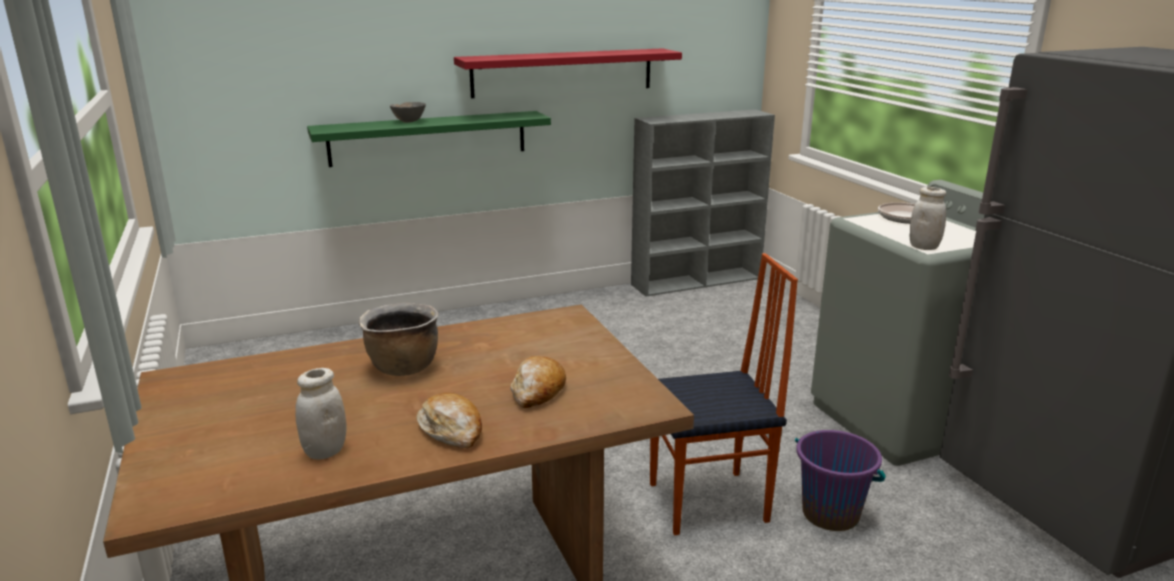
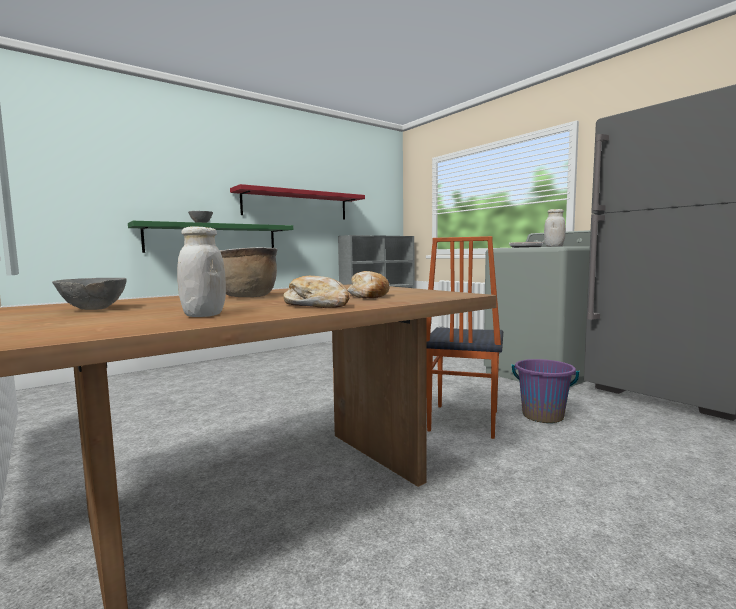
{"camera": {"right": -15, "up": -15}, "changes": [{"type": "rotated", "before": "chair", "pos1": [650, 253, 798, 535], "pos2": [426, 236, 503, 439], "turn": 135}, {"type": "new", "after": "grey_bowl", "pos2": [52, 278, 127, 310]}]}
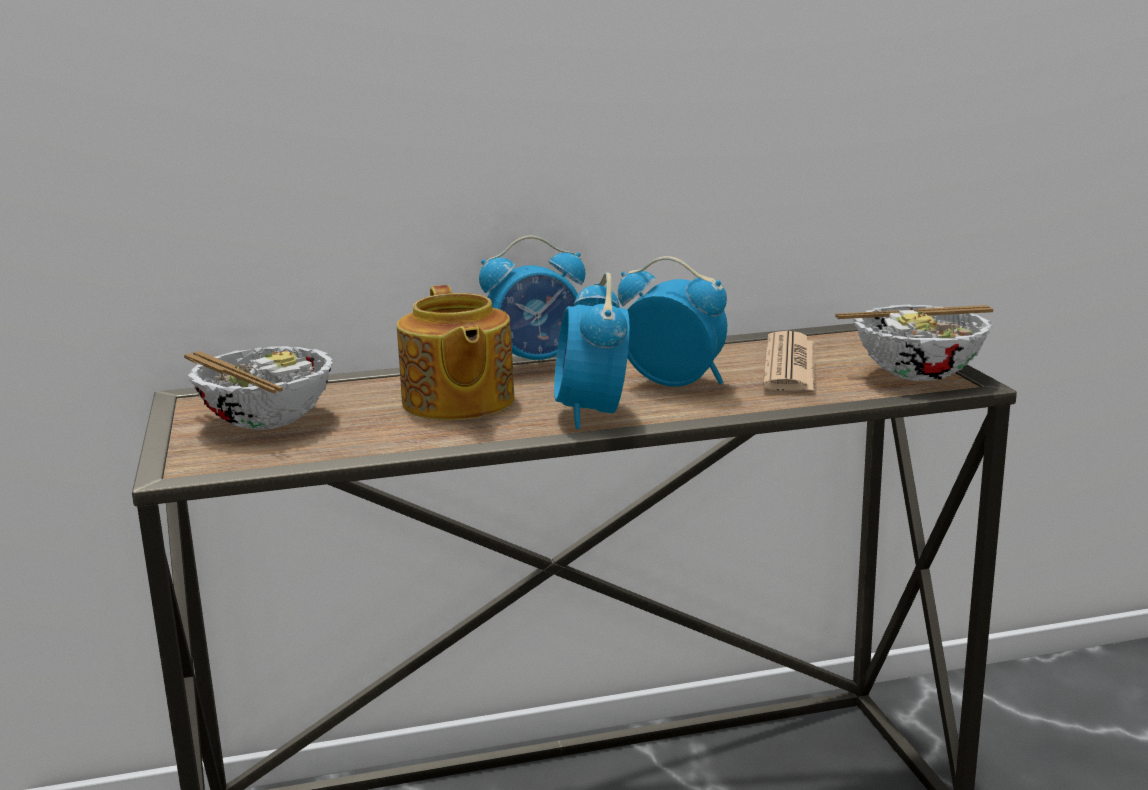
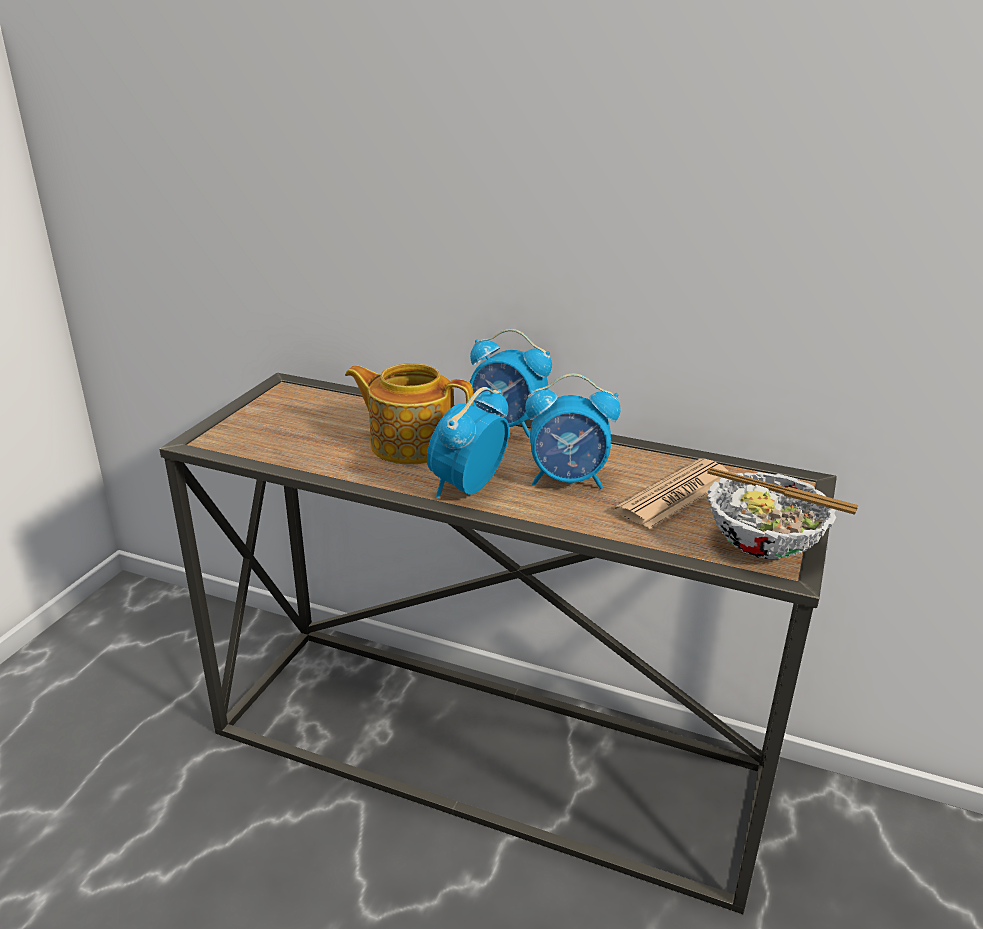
{"camera": {"right": 35, "up": 10}, "changes": [{"type": "gone", "before": "bowl", "pos1": [184, 346, 333, 430]}, {"type": "rotated", "before": "teapot", "pos1": [397, 285, 515, 420], "pos2": [345, 363, 474, 465], "turn": 90}, {"type": "rotated", "before": "alarm_clock", "pos1": [618, 256, 727, 387], "pos2": [525, 373, 621, 489], "turn": 120}]}
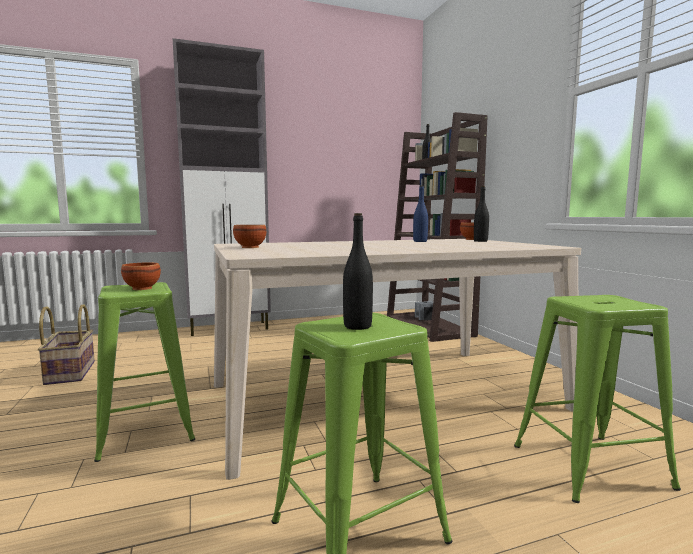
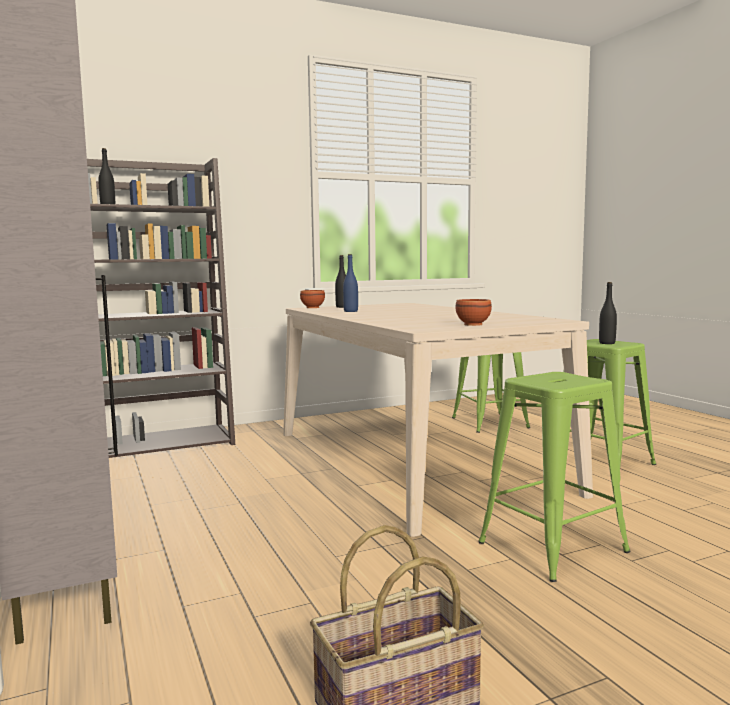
{"camera": {"right": -95, "up": 0}, "changes": [{"type": "gone", "before": "brown_bowl", "pos1": [121, 262, 161, 290]}]}
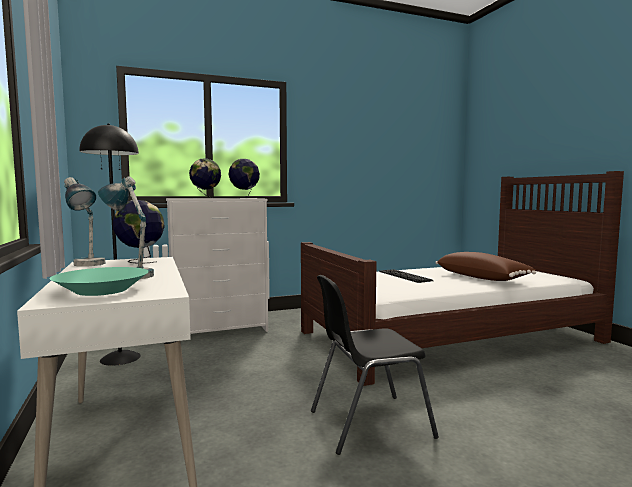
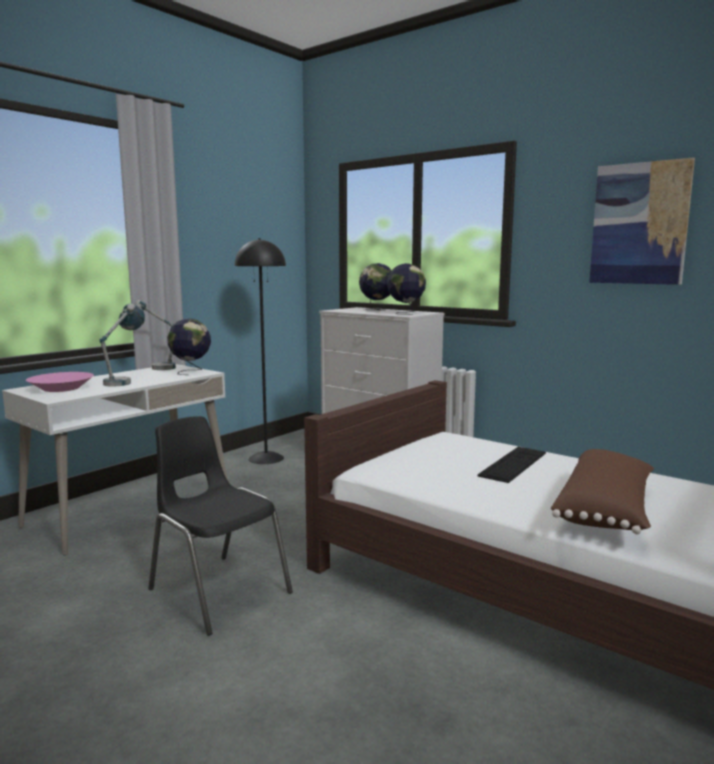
{"camera": {"right": 60, "up": 5}, "changes": [{"type": "repainted", "before": "turquoise_bowl", "after": "pink_bowl", "pos1": [50, 267, 149, 296], "pos2": [26, 372, 94, 392]}, {"type": "new", "after": "picture", "pos2": [589, 157, 695, 285]}]}
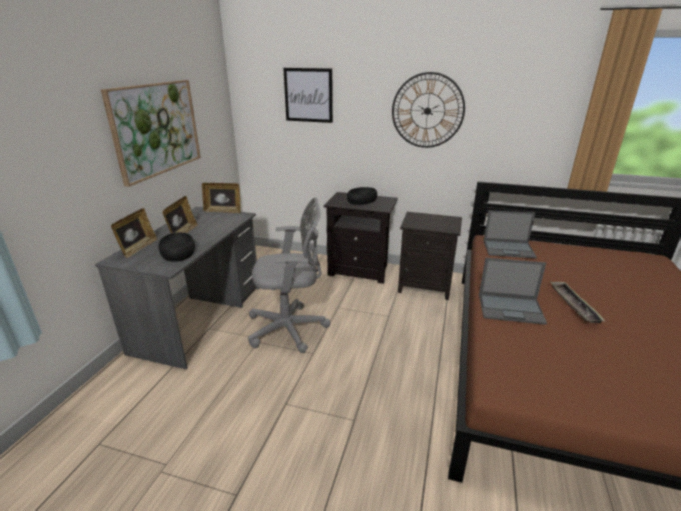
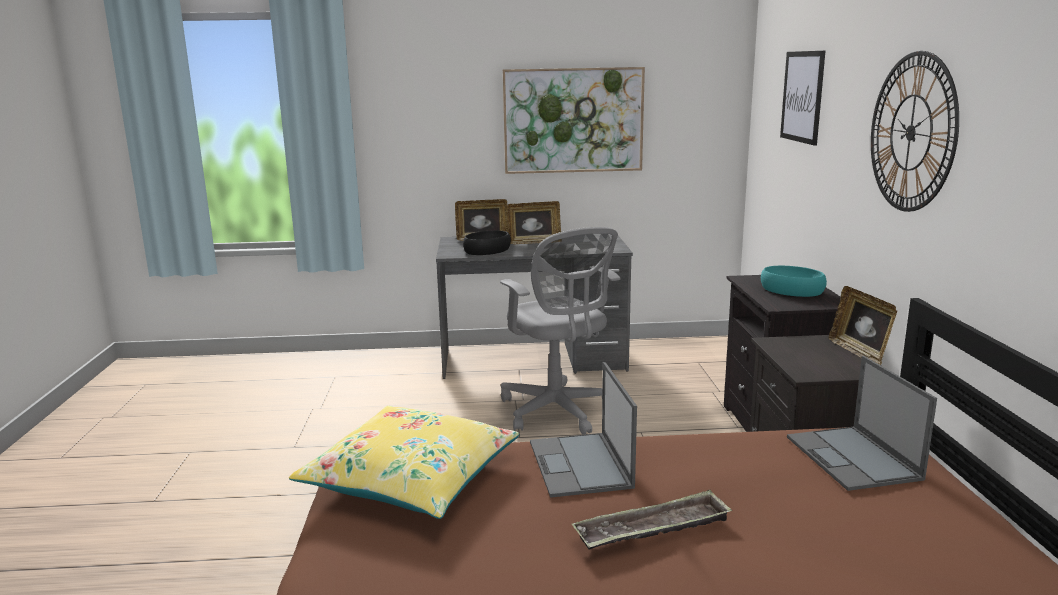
{"camera": {"right": 70, "up": -10}, "changes": [{"type": "shifted", "before": "picture_frame", "pos1": [202, 183, 241, 213], "pos2": [829, 286, 897, 365]}, {"type": "repainted", "before": "black_bowl", "after": "turquoise_bowl", "pos1": [347, 187, 377, 205], "pos2": [761, 266, 827, 297]}, {"type": "new", "after": "yellow_pillow", "pos2": [289, 406, 520, 519]}]}
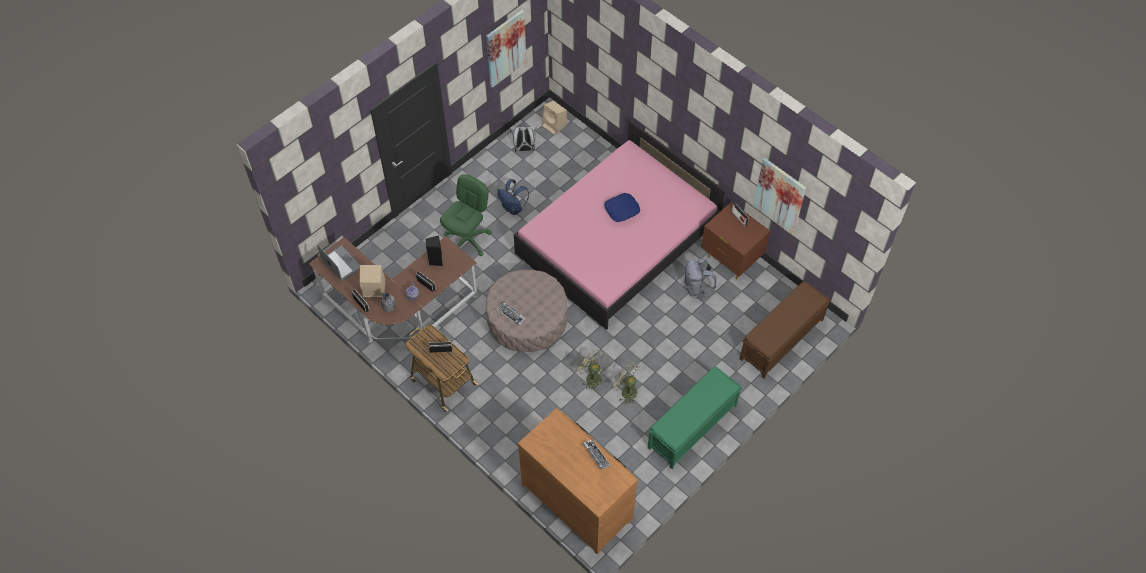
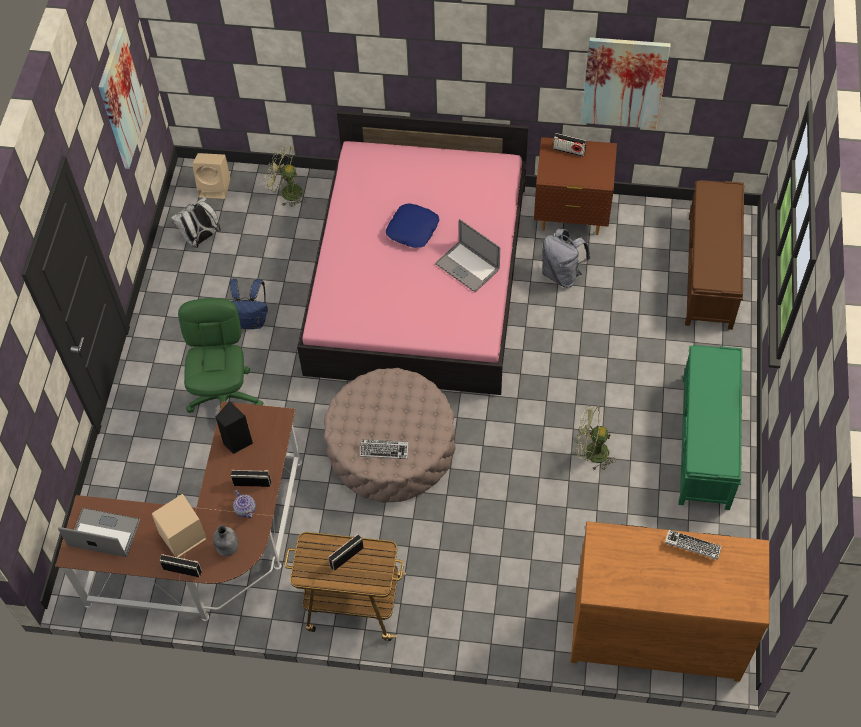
{"camera": {"right": -35, "up": 0}, "changes": [{"type": "shifted", "before": "green_fan", "pos1": [574, 350, 607, 391], "pos2": [264, 145, 306, 207]}, {"type": "new", "after": "laptop", "pos2": [435, 219, 500, 292]}]}
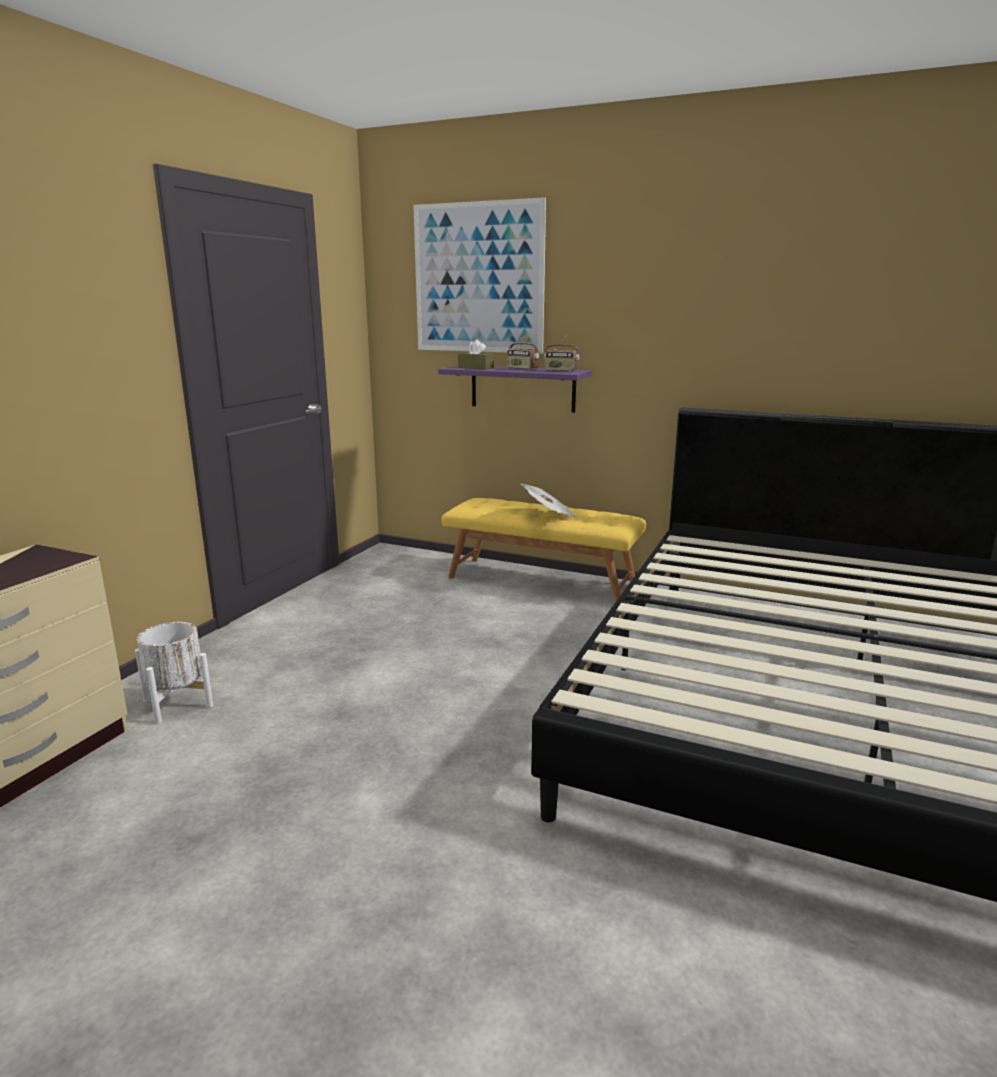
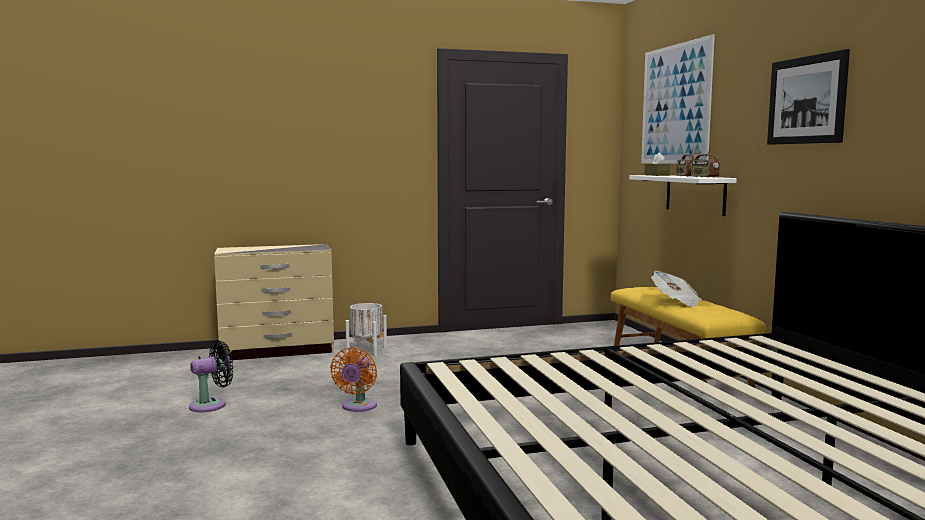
{"camera": {"right": 50, "up": -10}, "changes": [{"type": "repainted", "before": "purple_shelf", "after": "white_shelf", "pos1": [438, 365, 592, 413], "pos2": [629, 175, 737, 216]}, {"type": "new", "after": "black_fan", "pos2": [189, 341, 233, 412]}, {"type": "new", "after": "orange_fan", "pos2": [330, 347, 377, 412]}, {"type": "new", "after": "picture", "pos2": [767, 49, 850, 145]}]}
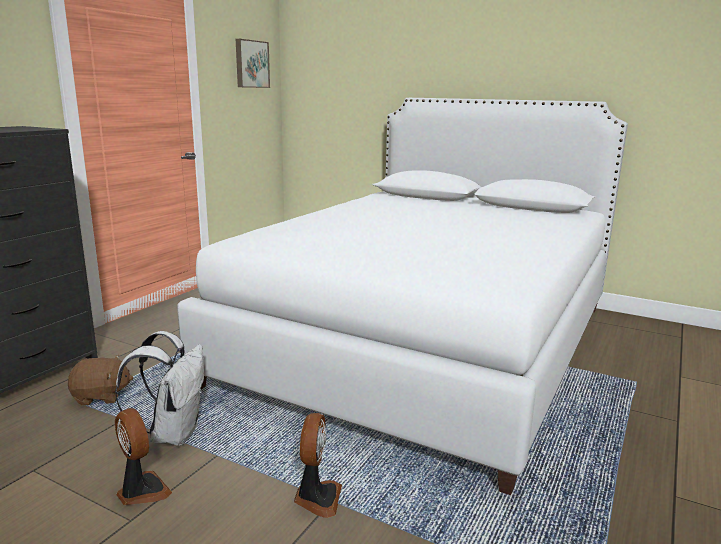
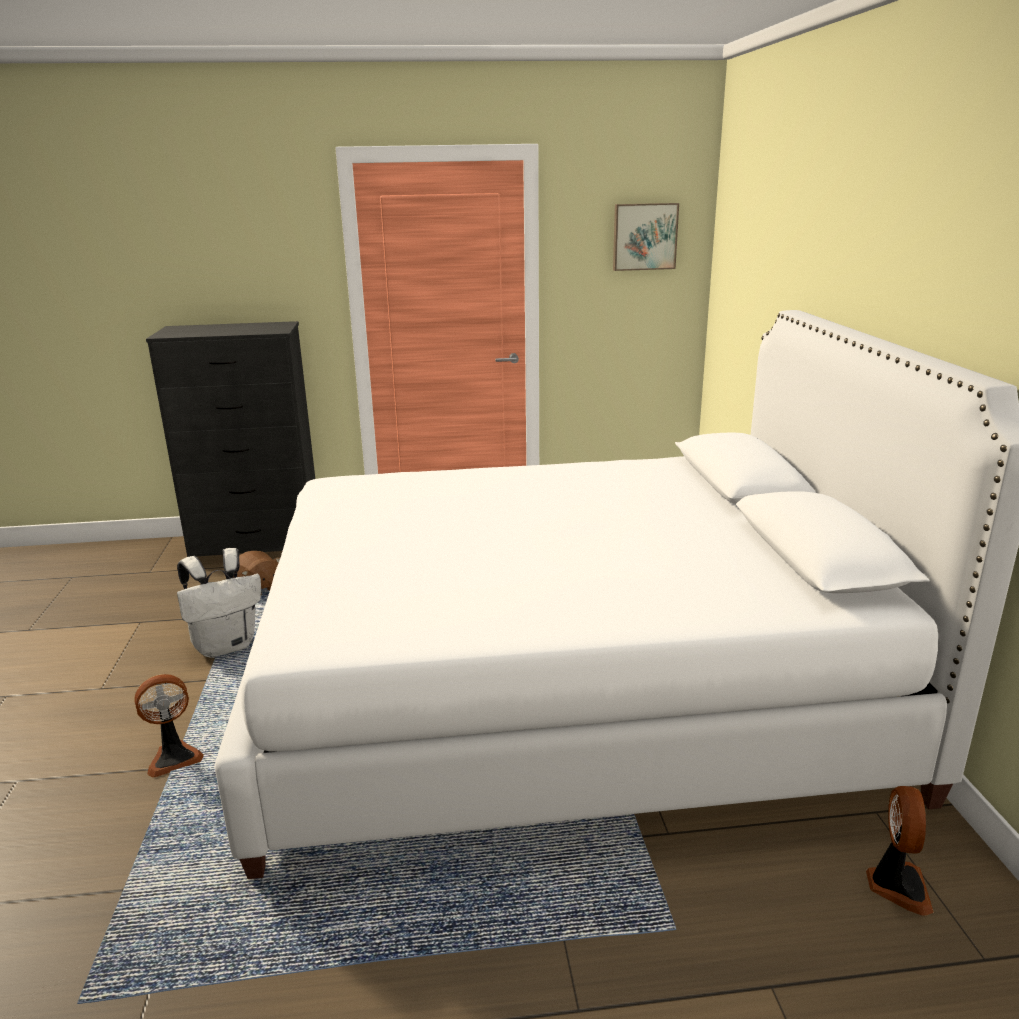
{"camera": {"right": 55, "up": 5}, "changes": [{"type": "shifted", "before": "fan", "pos1": [115, 408, 172, 505], "pos2": [866, 786, 934, 916]}]}
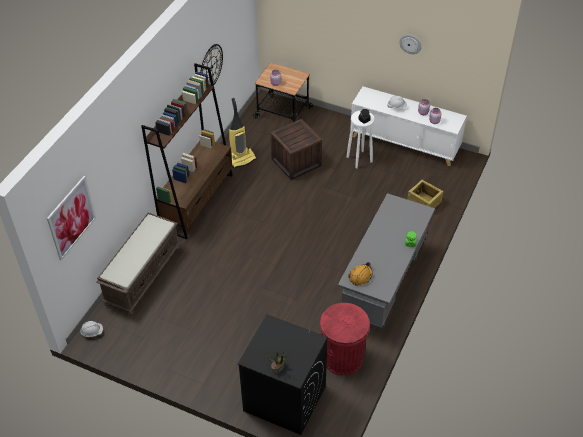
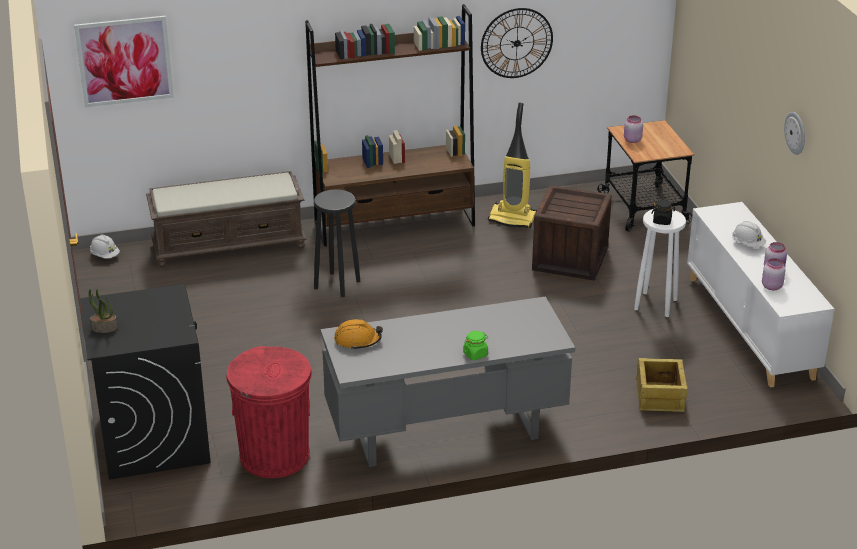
{"camera": {"right": 50, "up": -15}, "changes": [{"type": "new", "after": "black_stool", "pos2": [314, 189, 360, 297]}]}
